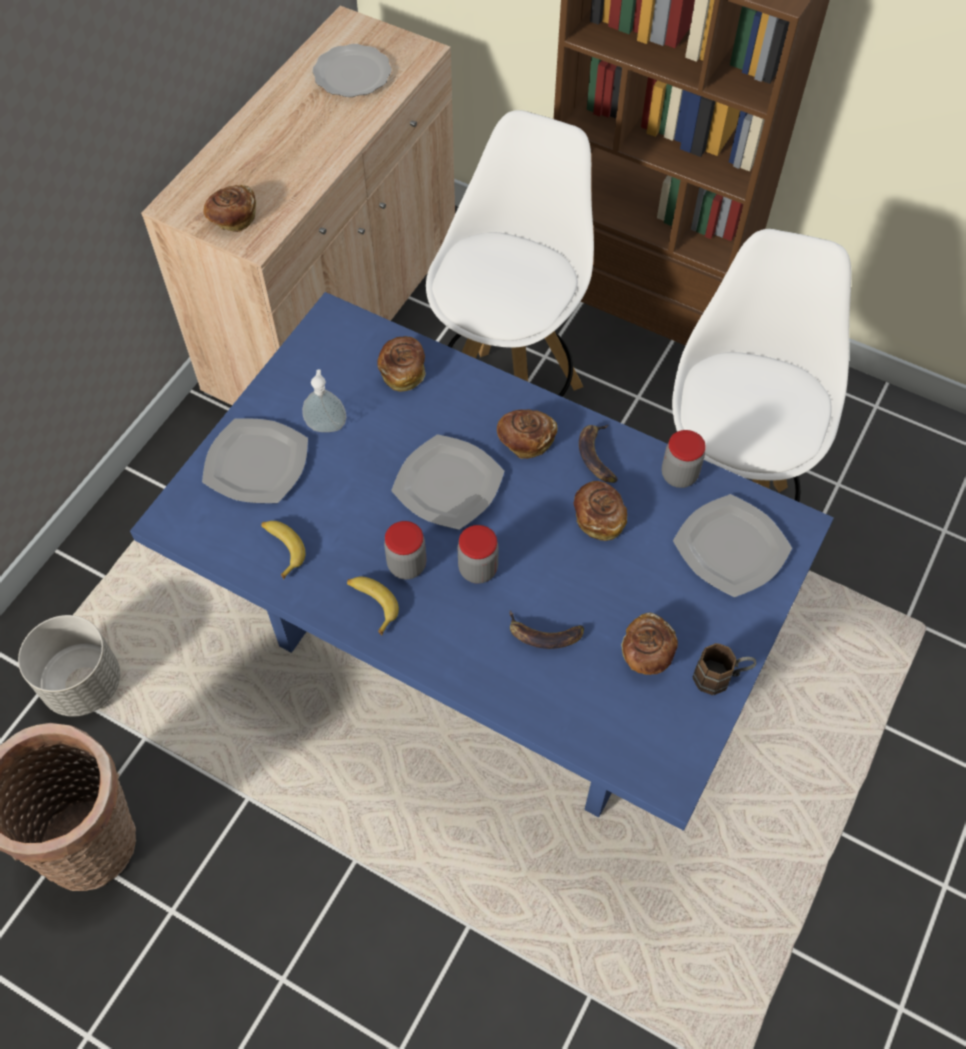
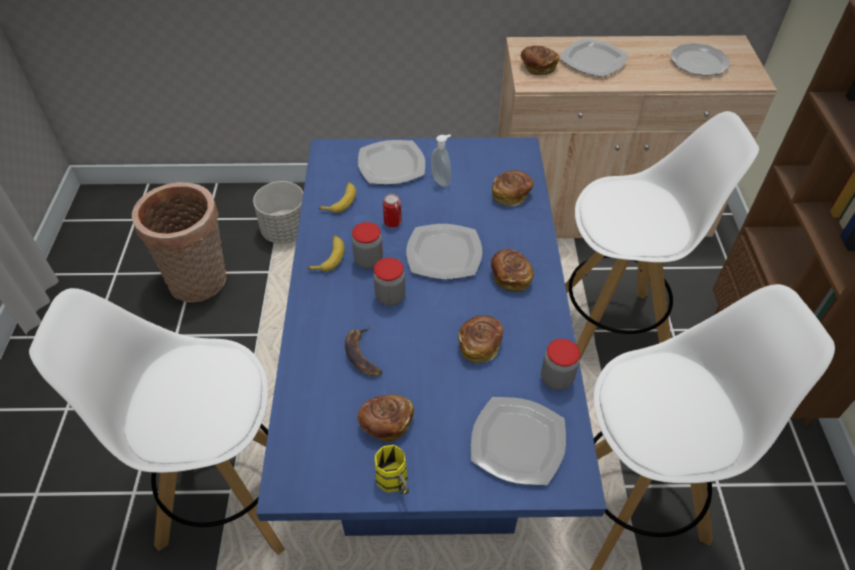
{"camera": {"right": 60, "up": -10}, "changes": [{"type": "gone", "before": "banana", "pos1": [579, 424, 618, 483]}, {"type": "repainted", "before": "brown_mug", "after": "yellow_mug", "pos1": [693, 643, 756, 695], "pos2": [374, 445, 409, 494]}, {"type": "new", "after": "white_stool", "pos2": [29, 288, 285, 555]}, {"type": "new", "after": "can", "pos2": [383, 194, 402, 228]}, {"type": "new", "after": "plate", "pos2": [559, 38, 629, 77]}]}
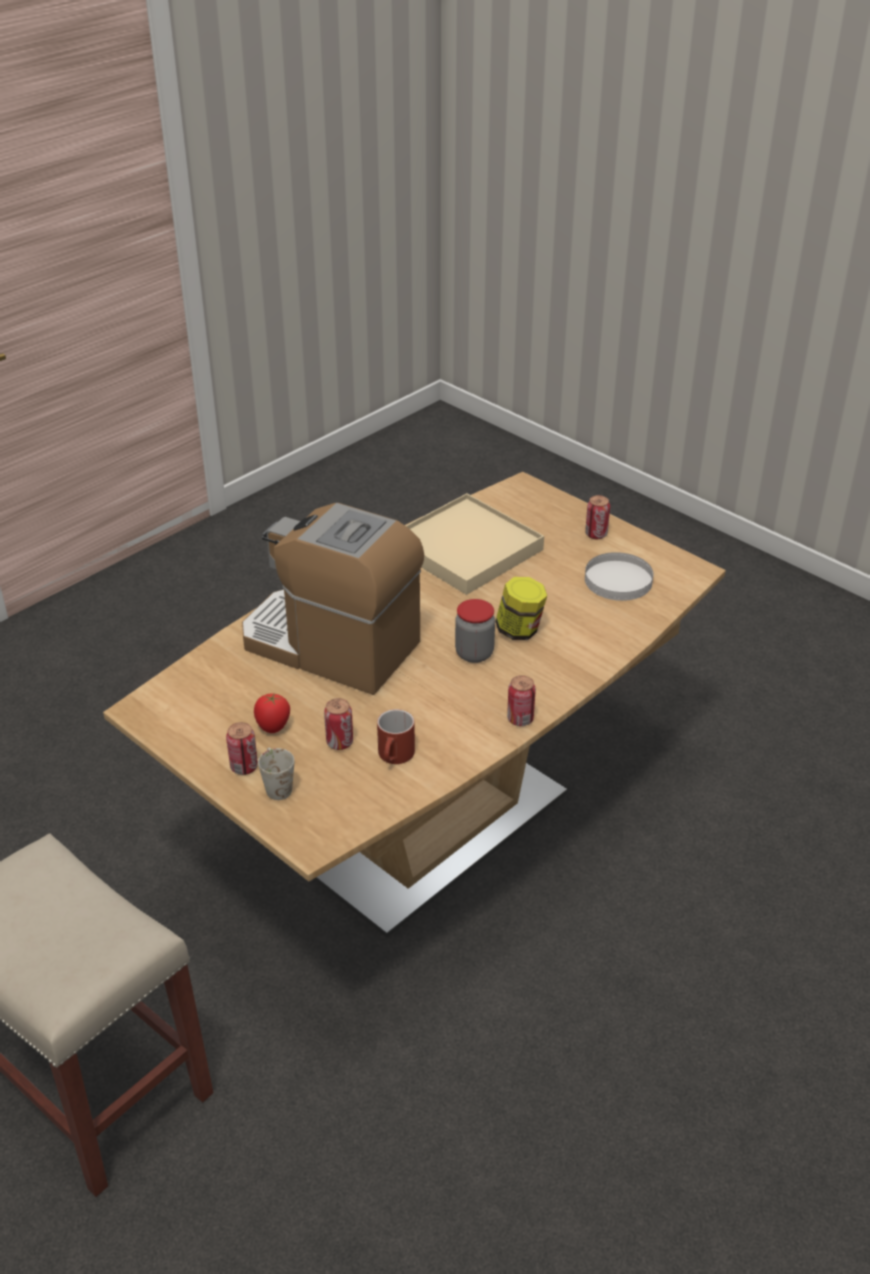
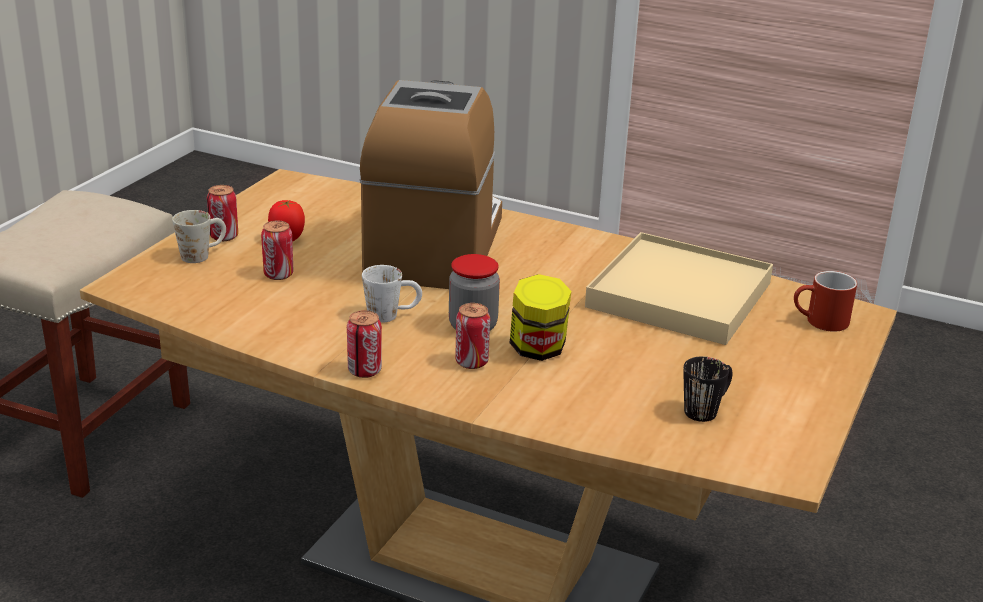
{"camera": {"right": 70, "up": -10}, "changes": [{"type": "shifted", "before": "red_mug", "pos1": [377, 709, 415, 764], "pos2": [794, 271, 857, 332]}, {"type": "shifted", "before": "can", "pos1": [585, 495, 610, 539], "pos2": [455, 303, 490, 369]}, {"type": "swapped", "before": "white_plate", "after": "black_mug", "pos1": [585, 552, 654, 601], "pos2": [683, 356, 733, 422]}, {"type": "new", "after": "white_mug", "pos2": [362, 265, 422, 323]}]}
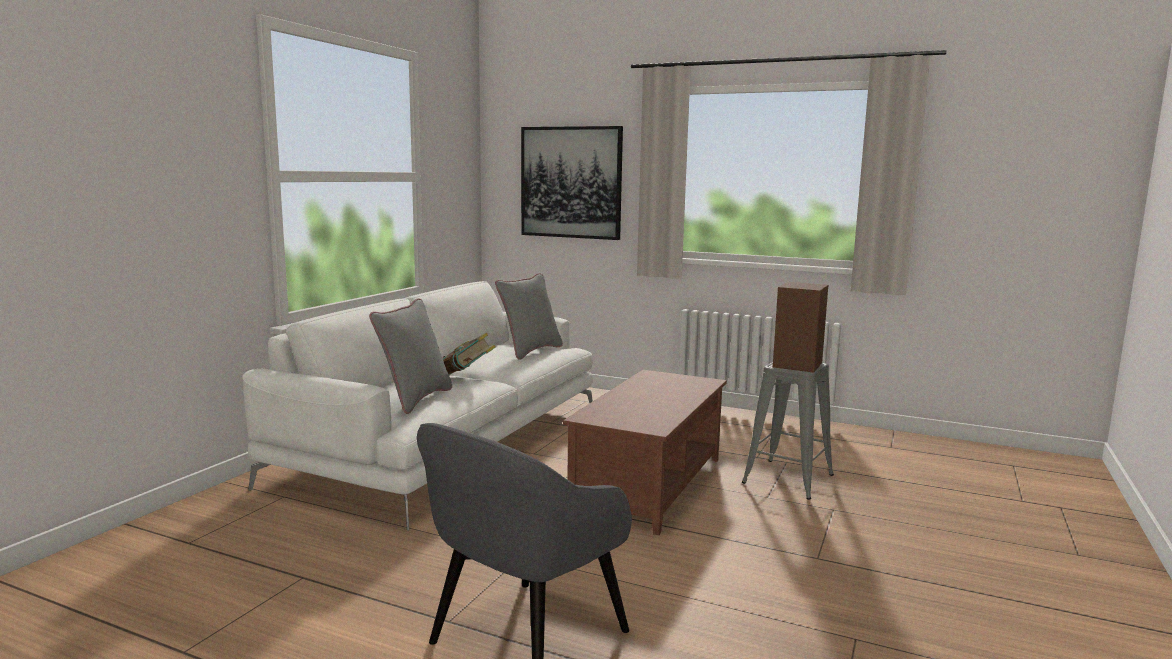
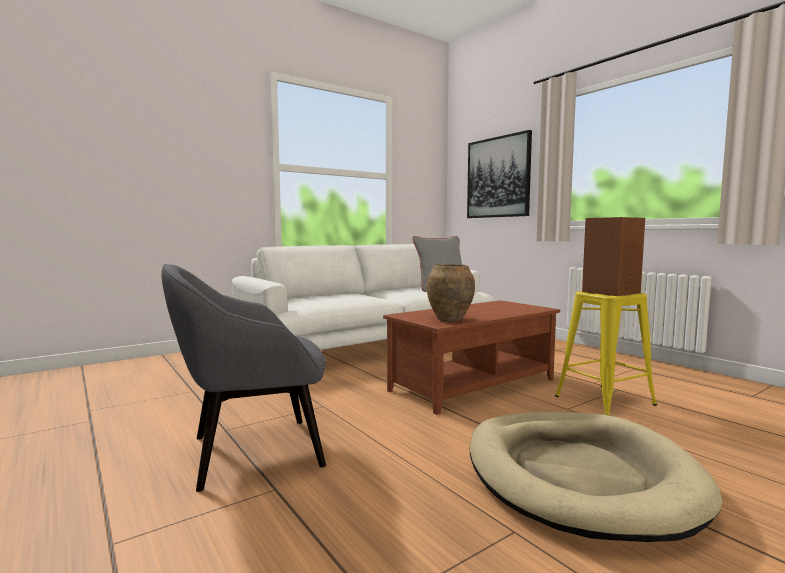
{"camera": {"right": 30, "up": -5}, "changes": [{"type": "gone", "before": "grey_pillow", "pos1": [369, 298, 452, 414]}, {"type": "gone", "before": "book", "pos1": [443, 333, 496, 375]}, {"type": "repainted", "before": "grey_stool", "after": "yellow_stool", "pos1": [742, 362, 834, 500], "pos2": [555, 291, 657, 416]}, {"type": "new", "after": "brown_vase", "pos2": [427, 264, 475, 322]}, {"type": "new", "after": "beige_dog_bed", "pos2": [470, 412, 722, 542]}]}
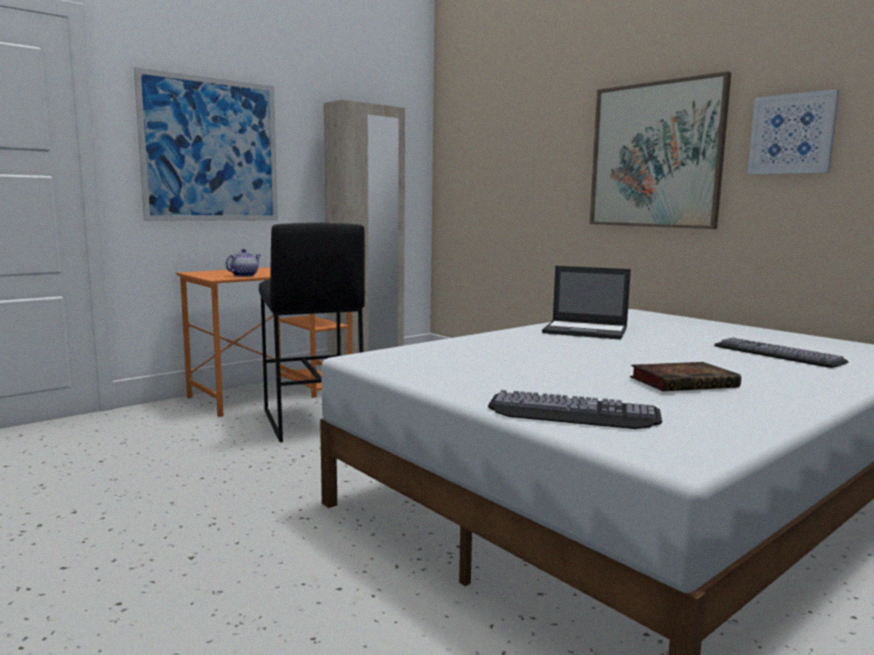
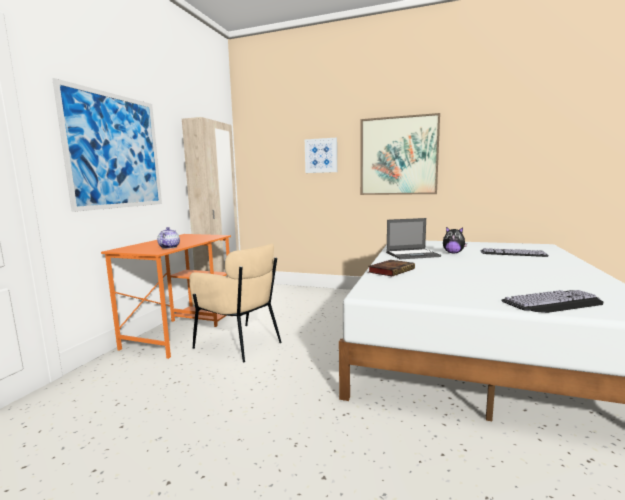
{"camera": {"right": -30, "up": 0}, "changes": [{"type": "swapped", "before": "black_stool", "after": "beige_armchair", "pos1": [259, 223, 365, 442], "pos2": [189, 243, 282, 362]}, {"type": "shifted", "before": "book", "pos1": [630, 362, 741, 391], "pos2": [368, 260, 415, 276]}, {"type": "shifted", "before": "picture", "pos1": [748, 89, 840, 175], "pos2": [305, 138, 337, 173]}, {"type": "new", "after": "plush_toy", "pos2": [443, 227, 467, 253]}]}
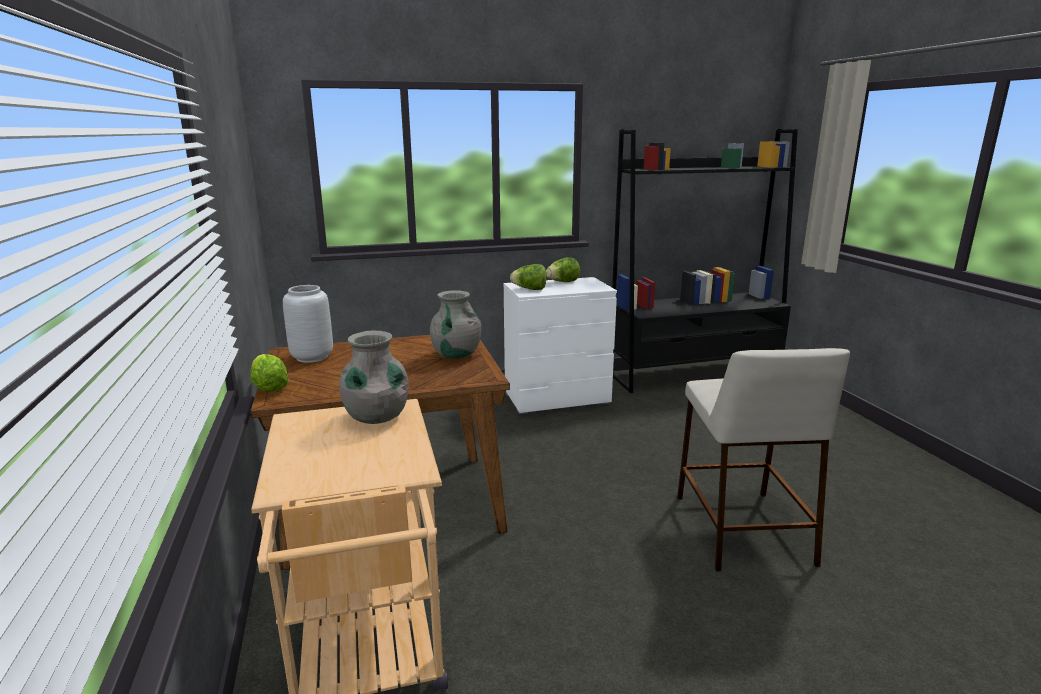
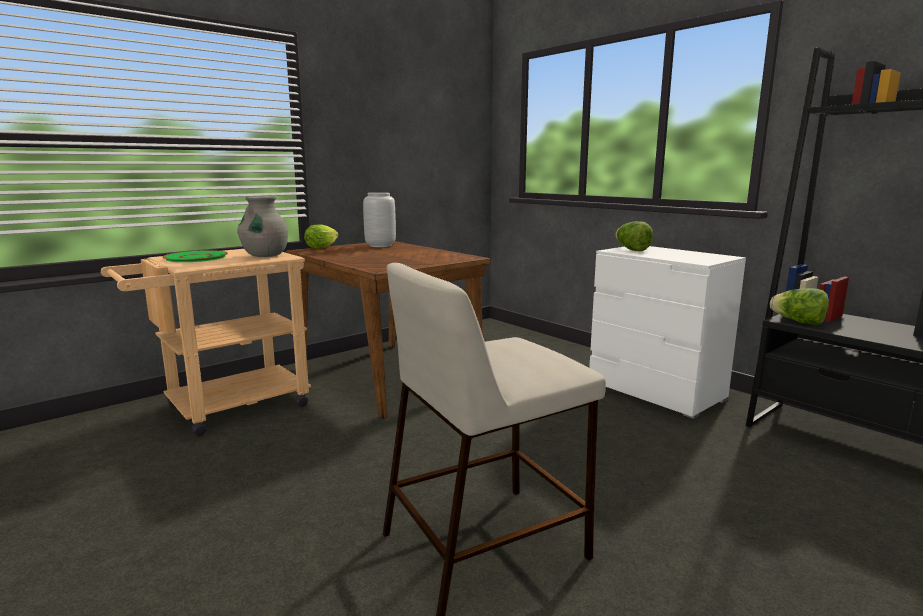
{"camera": {"right": 65, "up": -5}, "changes": [{"type": "gone", "before": "grey_vase", "pos1": [430, 290, 481, 359]}, {"type": "shifted", "before": "lettuce", "pos1": [546, 257, 580, 282], "pos2": [770, 288, 829, 325]}, {"type": "new", "after": "green_plate", "pos2": [163, 250, 228, 262]}]}
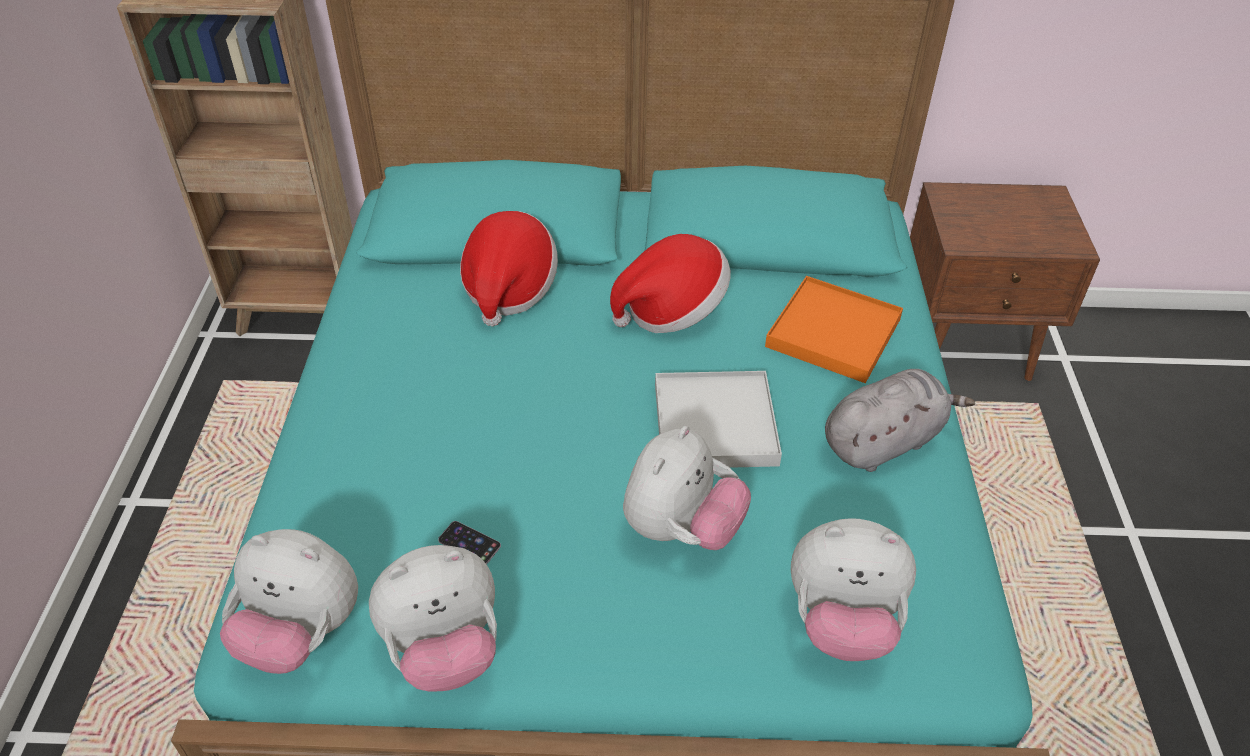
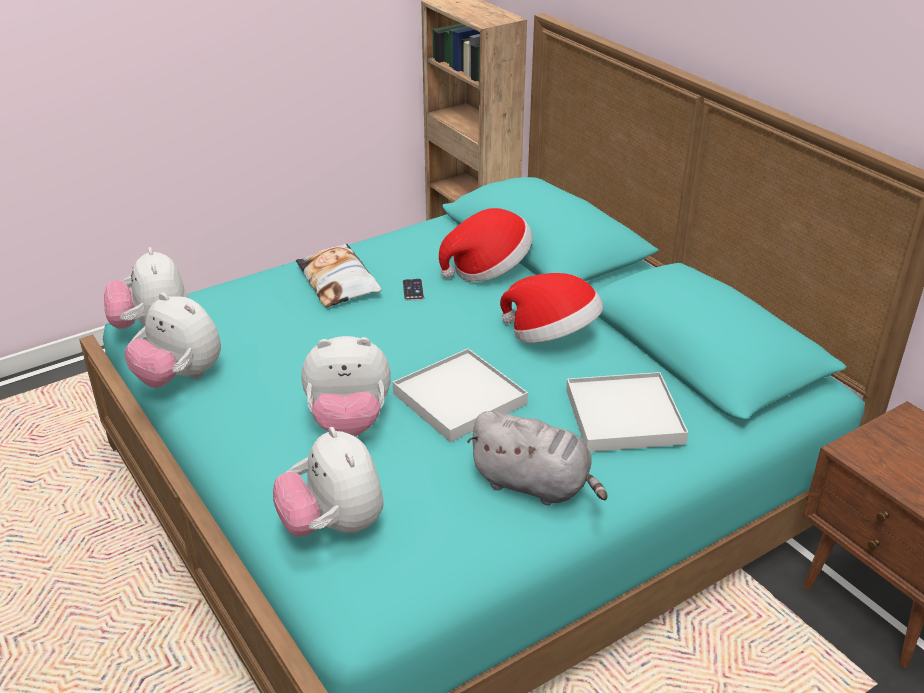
{"camera": {"right": 55, "up": -10}, "changes": [{"type": "shifted", "before": "phone", "pos1": [438, 521, 501, 564], "pos2": [403, 279, 424, 301]}, {"type": "repainted", "before": "orange_tray", "after": "white_tray", "pos1": [765, 276, 903, 383], "pos2": [566, 372, 688, 452]}, {"type": "new", "after": "pillow", "pos2": [296, 243, 382, 307]}]}
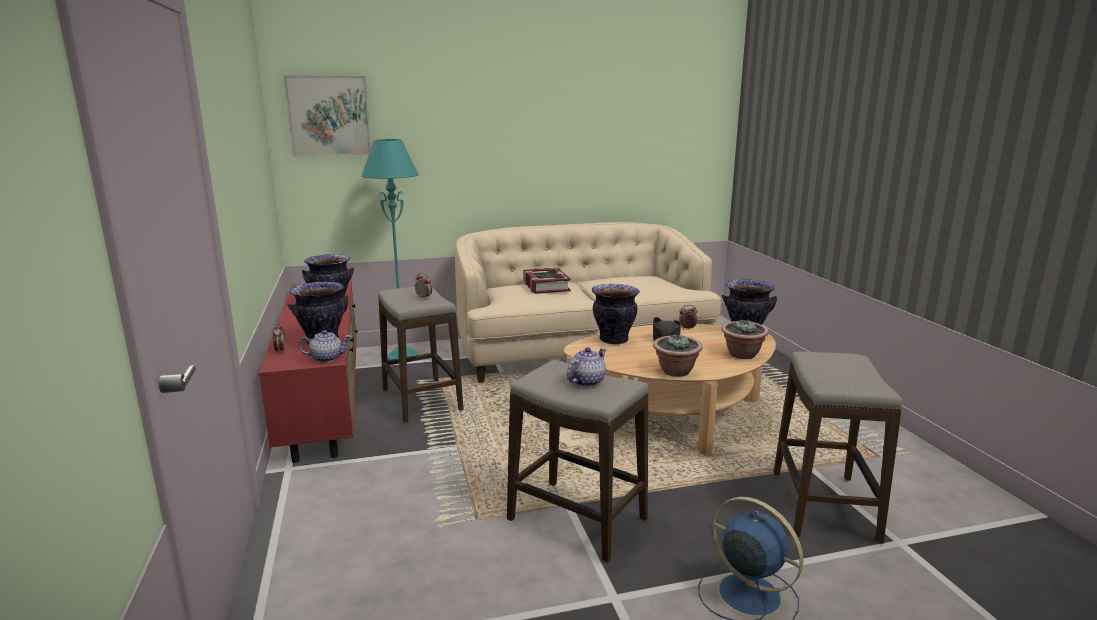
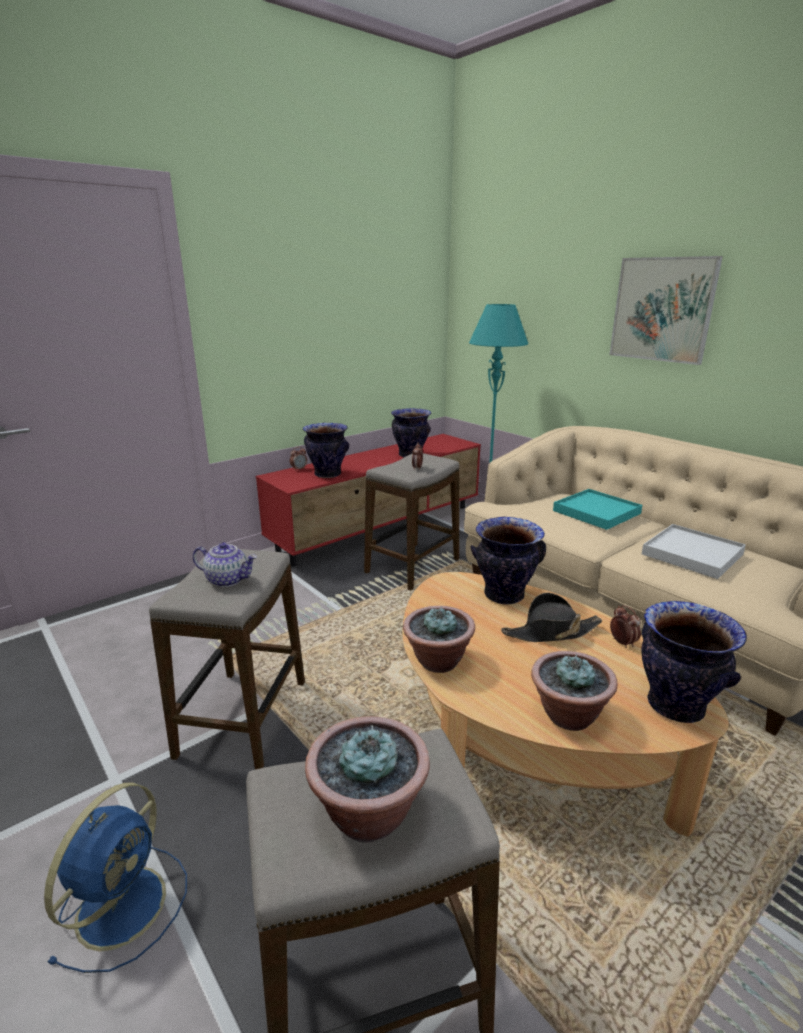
{"camera": {"right": 65, "up": 5}, "changes": [{"type": "shifted", "before": "picture", "pos1": [283, 75, 371, 157], "pos2": [609, 256, 723, 365]}, {"type": "gone", "before": "teapot", "pos1": [299, 330, 351, 362]}, {"type": "swapped", "before": "book", "after": "turquoise_tray", "pos1": [523, 268, 571, 294], "pos2": [553, 489, 642, 530]}, {"type": "new", "after": "potted_plant", "pos2": [305, 716, 430, 843]}, {"type": "new", "after": "white_tray", "pos2": [642, 524, 746, 579]}]}
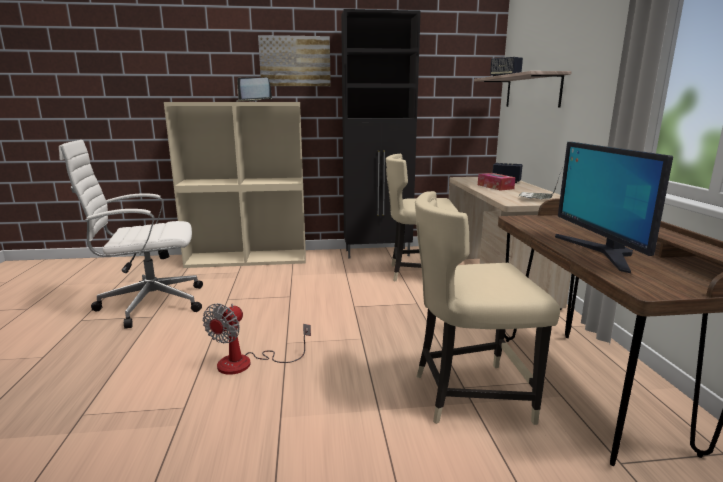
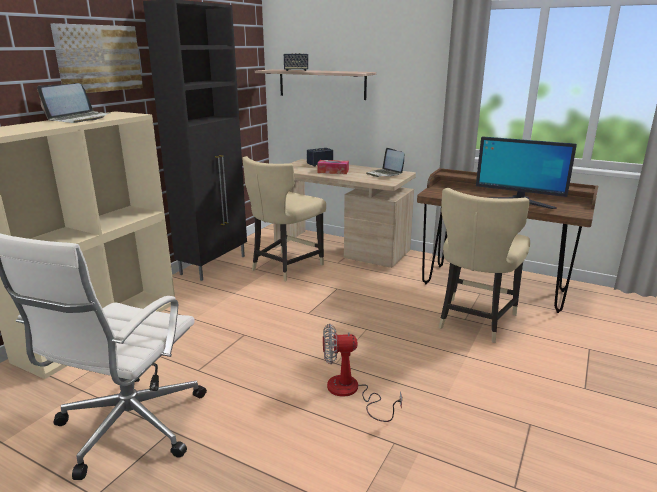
{"camera": {"right": -55, "up": 5}, "changes": [{"type": "rotated", "before": "fan", "pos1": [203, 303, 311, 375], "pos2": [323, 324, 402, 422], "turn": 120}]}
